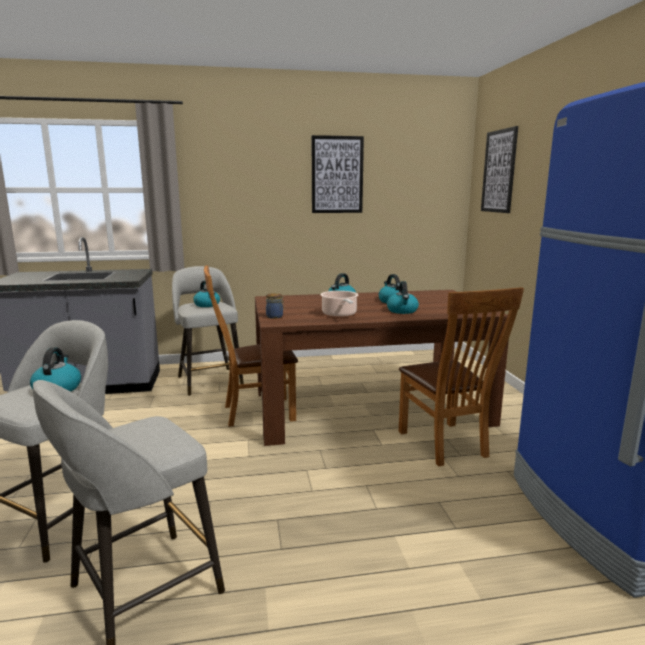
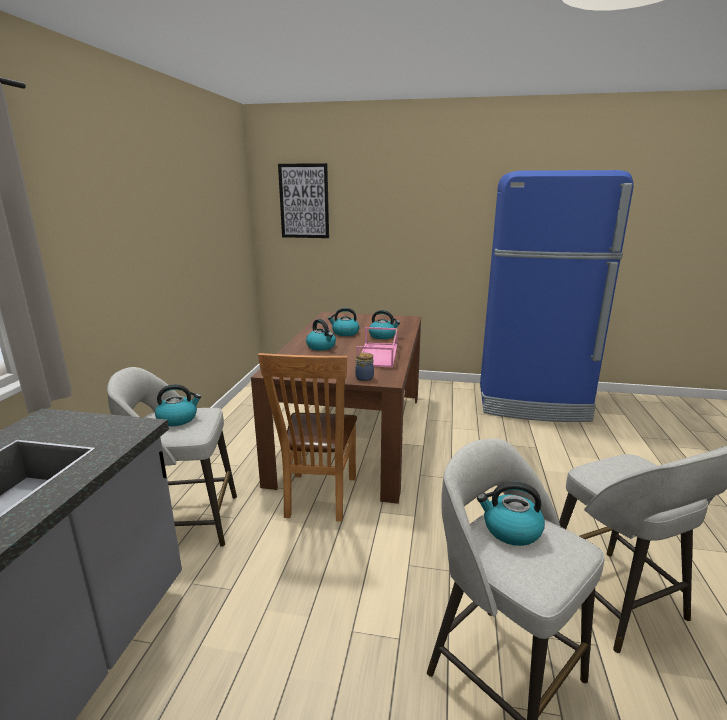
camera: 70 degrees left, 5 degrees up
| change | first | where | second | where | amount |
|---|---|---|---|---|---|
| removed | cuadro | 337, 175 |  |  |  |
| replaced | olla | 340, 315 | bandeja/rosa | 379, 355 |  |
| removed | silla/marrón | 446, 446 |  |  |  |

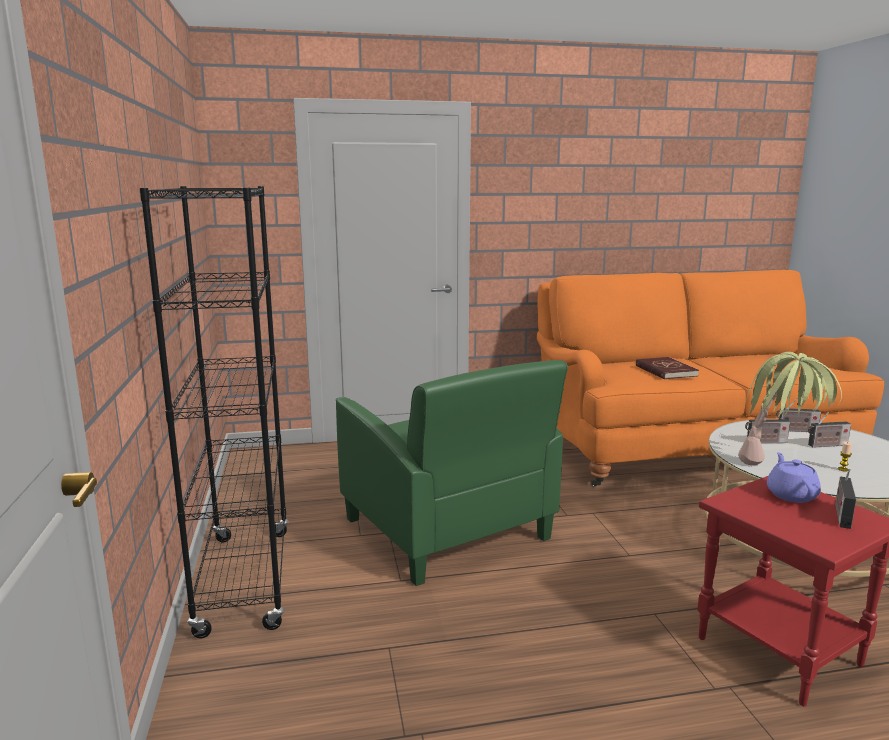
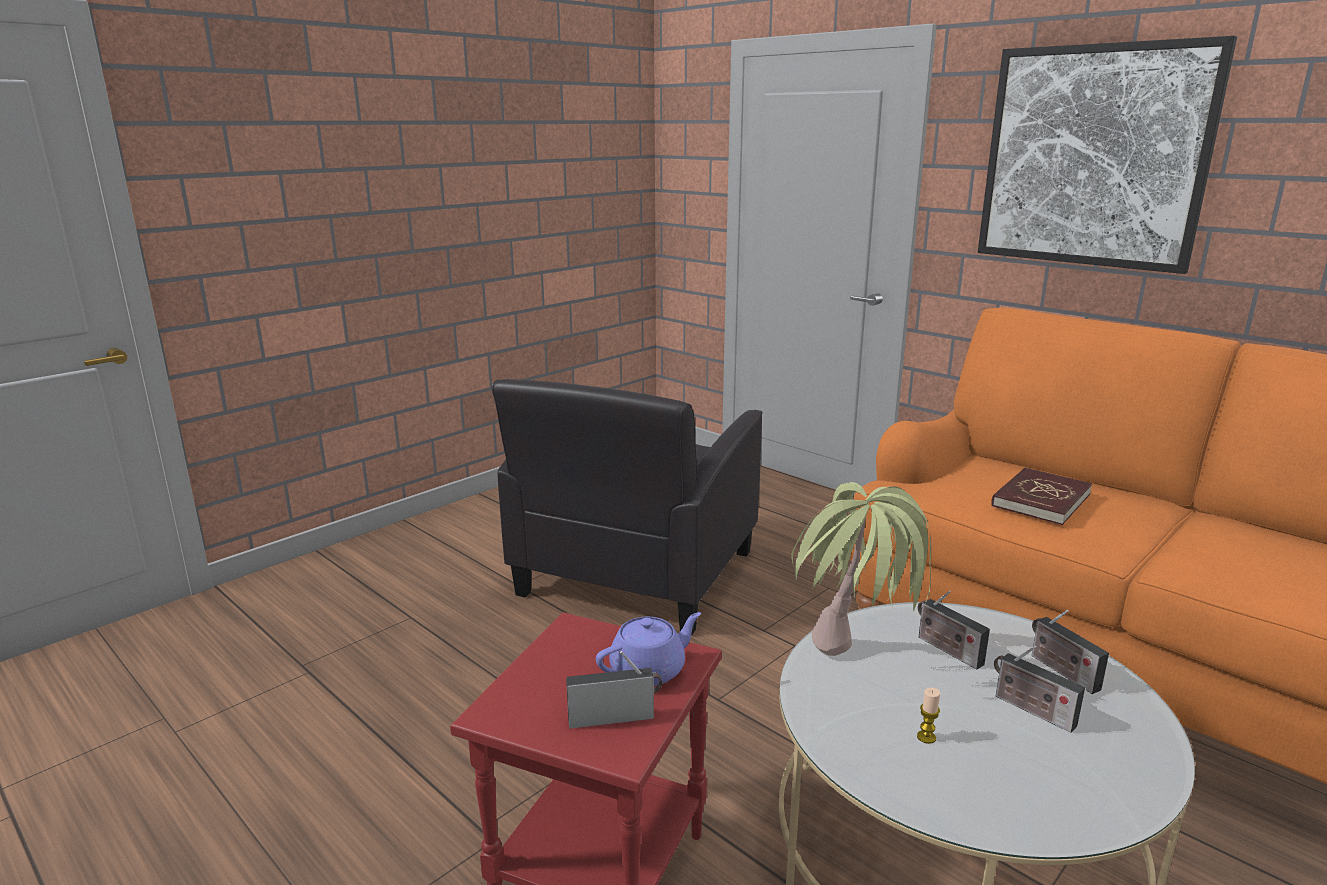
camera: 55 degrees right, 5 degrees up
| change | first | where | second | where | amount |
|---|---|---|---|---|---|
| removed | estantería/negro | 245, 580 |  |  |  |
| recoloured | sillón/verde | 447, 530 | sillón/negro | 635, 574 |  |
| added |  |  | cuadro | 1094, 157 |  |

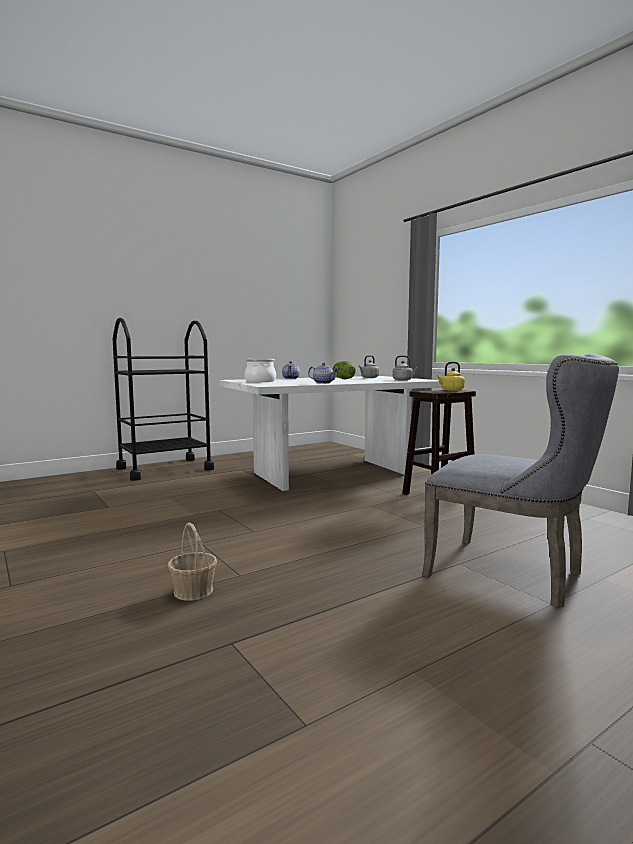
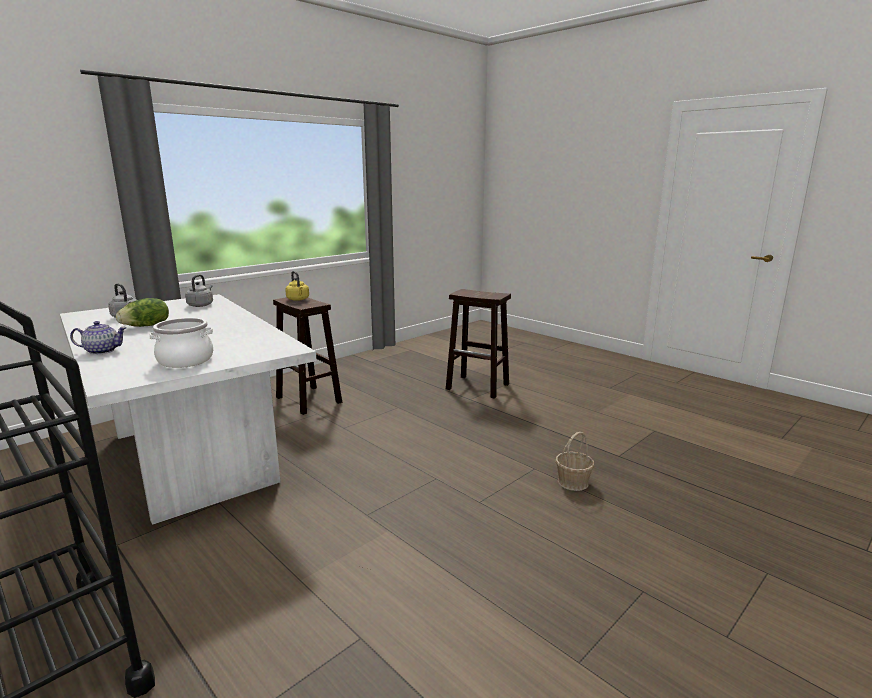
camera: 100 degrees left, 10 degrees up
| change | first | where | second | where | amount |
|---|---|---|---|---|---|
| removed | tetera | 323, 383 |  |  |  |
| replaced | silla/gris | 515, 574 | taburete/marrón | 478, 387 |  |

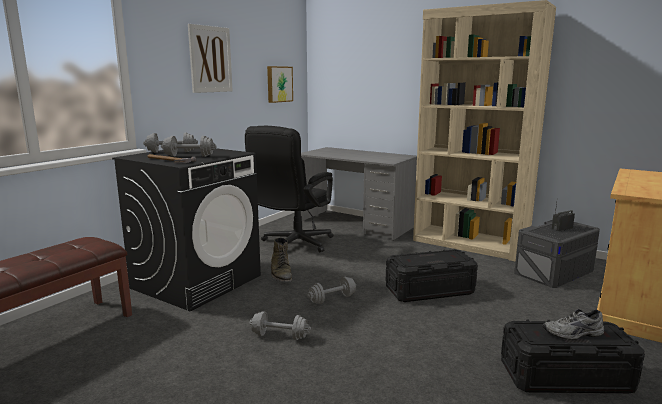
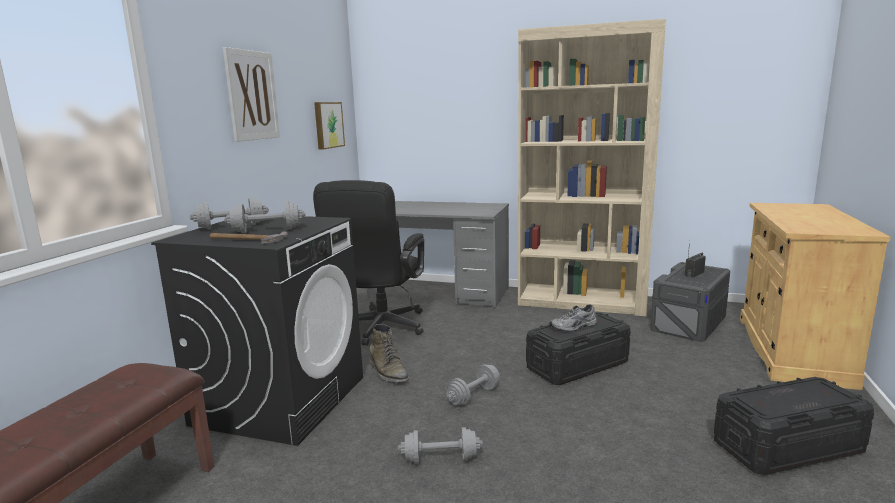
camera: 15 degrees left, 0 degrees up
| change | first | where | second | where | amount |
|---|---|---|---|---|---|
| moved | zapato/gris | 573, 334 |  | 574, 327 |  |

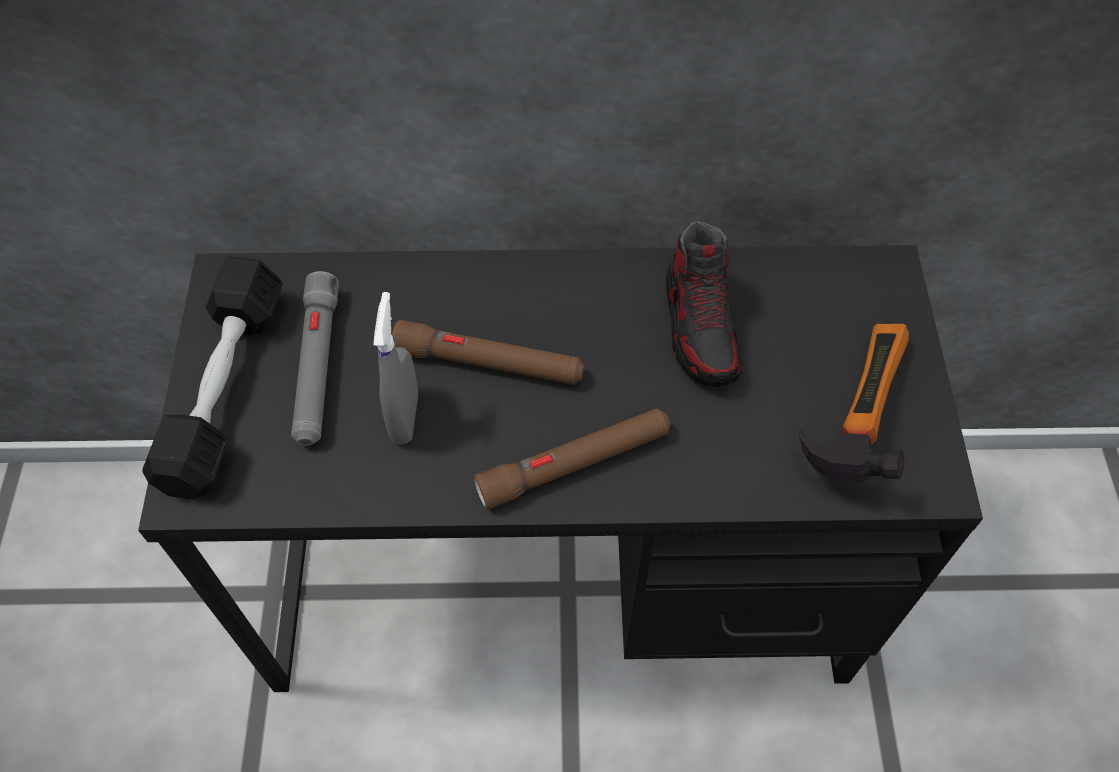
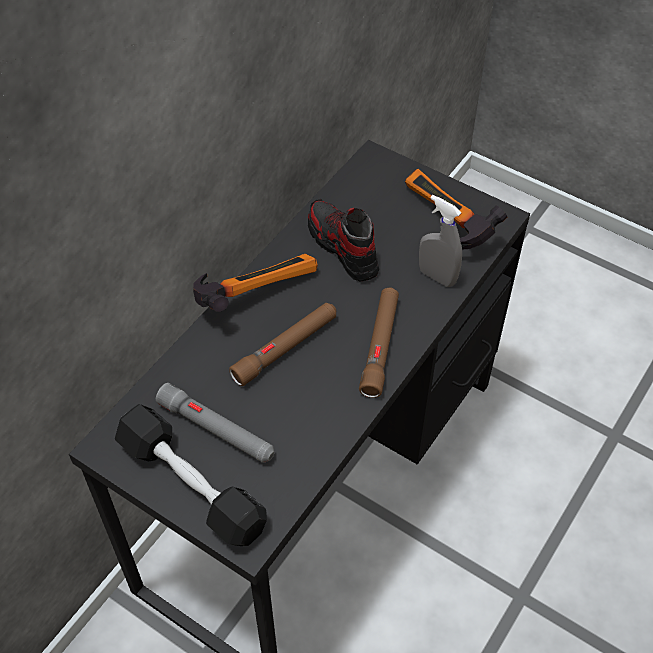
camera: 55 degrees left, 5 degrees down
| change | first | where | second | where | amount |
|---|---|---|---|---|---|
| moved | pulverizador/gris | 405, 418 |  | 437, 277 |  |
| turned | zapato | 700, 327 |  | 342, 248 | 150 degrees counterclockwise |
| added |  |  | martillo | 253, 290 |  |

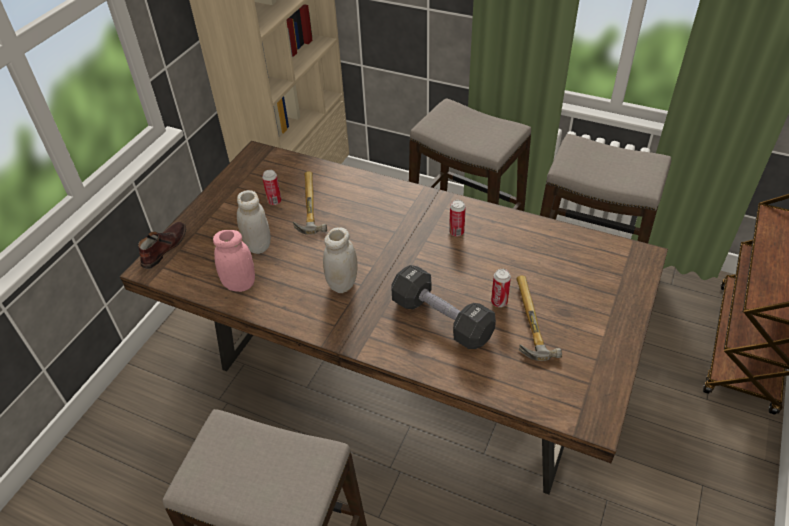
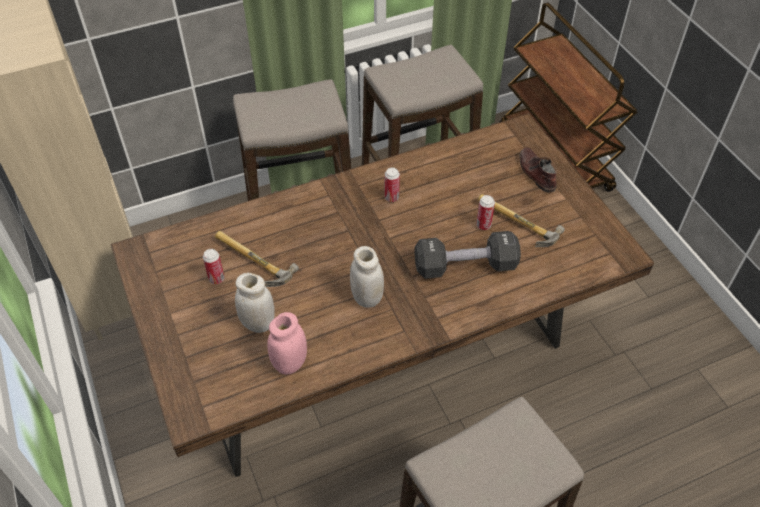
camera: 50 degrees left, 5 degrees up
| change | first | where | second | where | amount |
|---|---|---|---|---|---|
| moved | zapato/marrón | 164, 248 |  | 536, 173 |  |

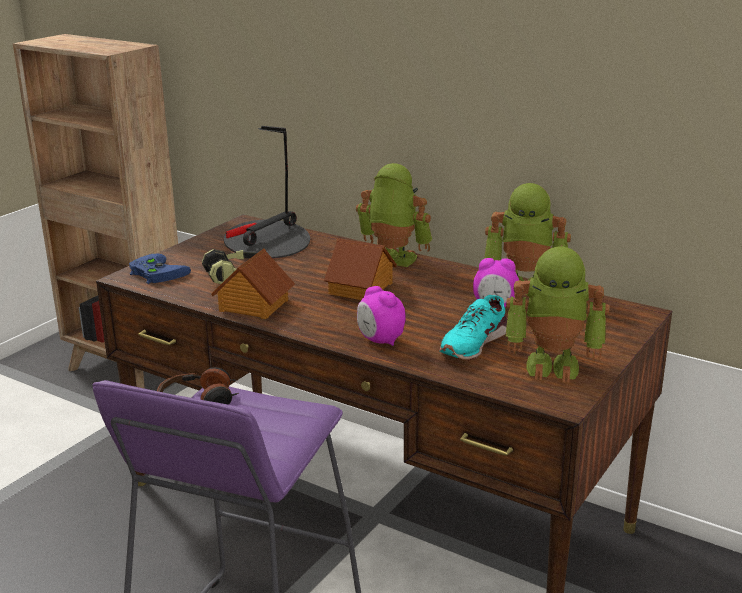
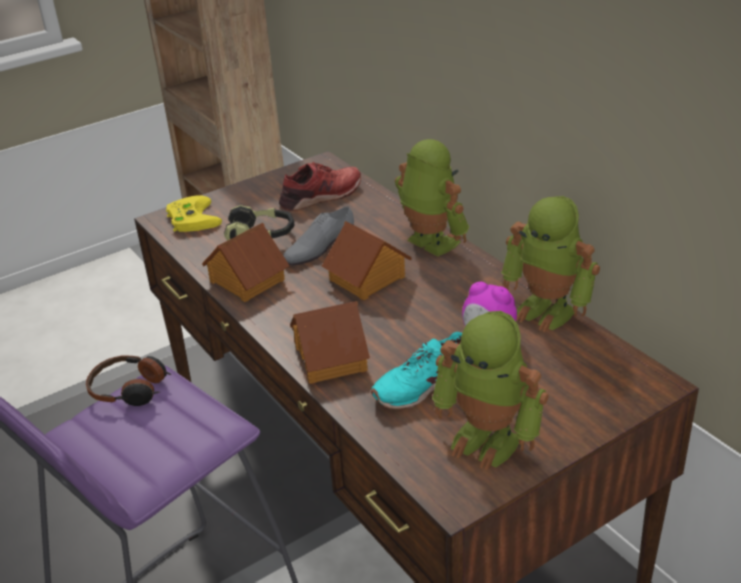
camera: 25 degrees right, 10 degrees up
| change | first | where | second | where | amount |
|---|---|---|---|---|---|
| recoloured | mando de consola/azul | 155, 273 | mando de consola/amarillo | 190, 218 |  |
| replaced | lámpara de mesa | 267, 243 | zapato/rojo | 321, 196 |  |
| replaced | despertador | 380, 340 | casita | 332, 358 |  |
| added |  |  | zapato/gris | 318, 247 |  |

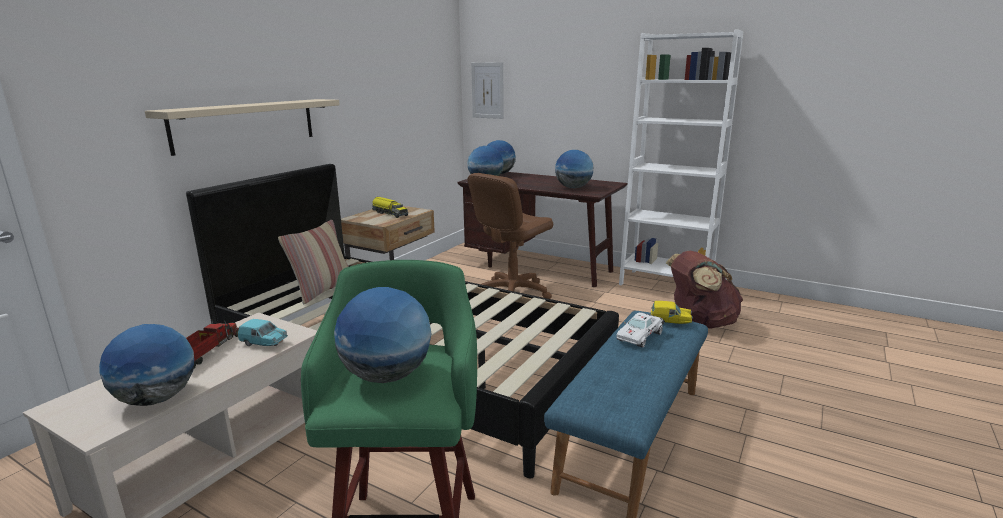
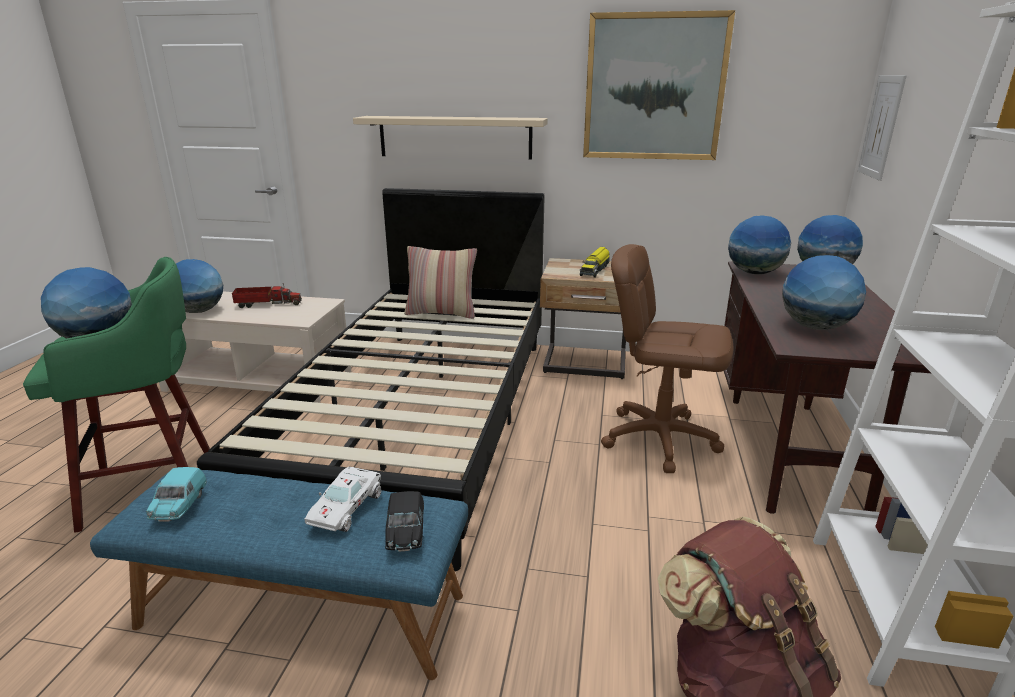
camera: 70 degrees right, 5 degrees up
| change | first | where | second | where | amount |
|---|---|---|---|---|---|
| moved | coche de juguete/turquesa | 264, 343 |  | 179, 507 |  |
| turned | coche de juguete/blanco | 639, 336 |  | 347, 507 | 90 degrees counterclockwise |
| recoloured | coche de juguete/amarillo | 670, 322 | coche de juguete/negro | 405, 534 |  |
| added |  |  | cuadro | 654, 88 |  |

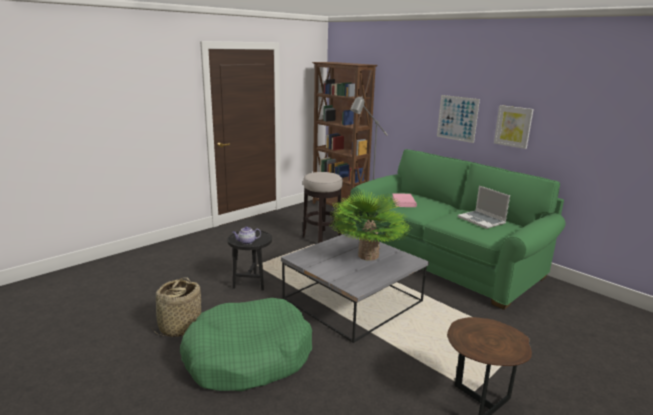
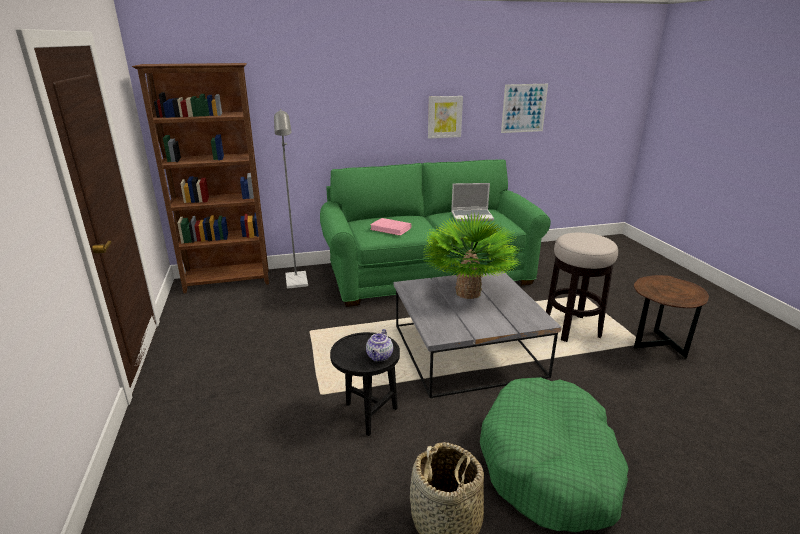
camera: 60 degrees left, 5 degrees up
| change | first | where | second | where | amount |
|---|---|---|---|---|---|
| moved | taburete | 321, 237 |  | 572, 328 |  |
| moved | cuadro | 457, 118 |  | 524, 108 |  |

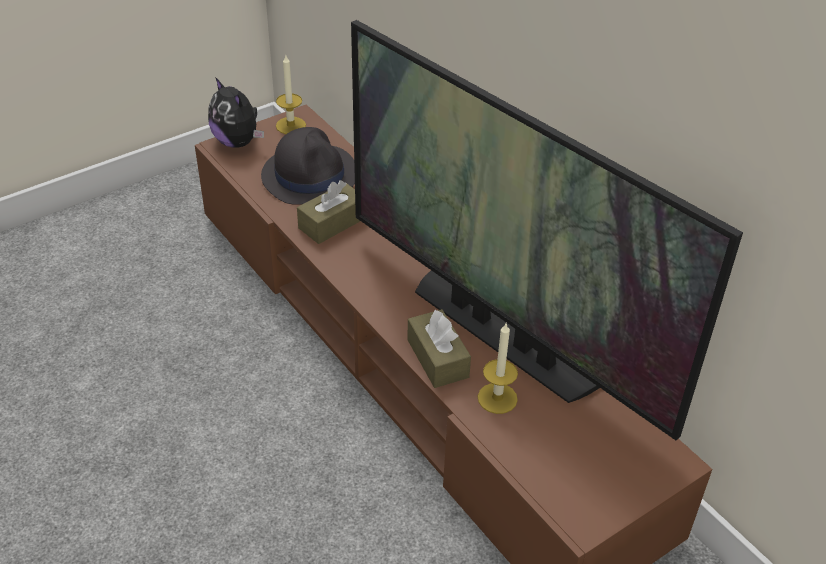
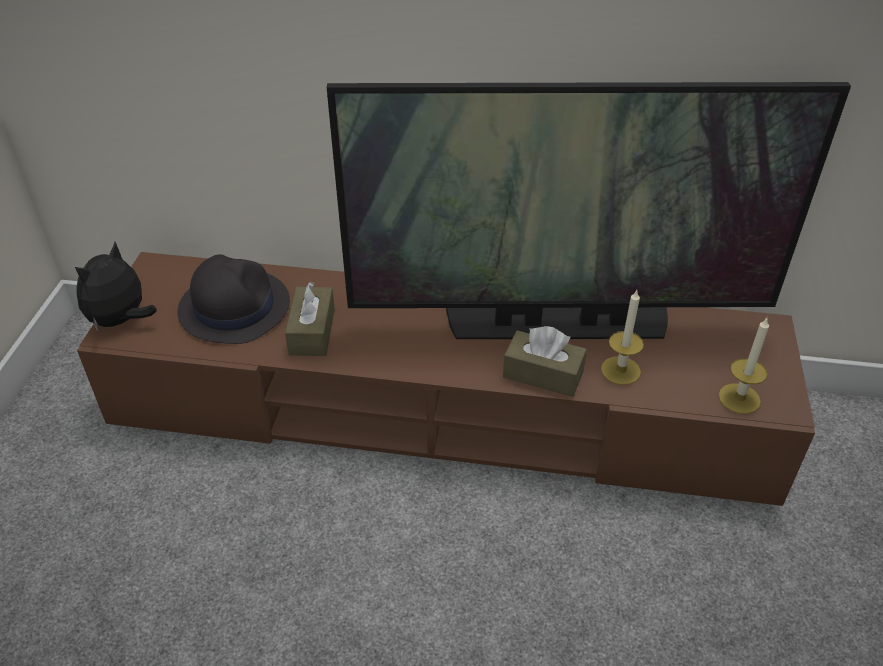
camera: 45 degrees left, 0 degrees up
| change | first | where | second | where | amount |
|---|---|---|---|---|---|
| turned | peluche | 238, 142 |  | 121, 321 | 120 degrees clockwise |
| moved | vela | 290, 125 |  | 739, 398 |  |

